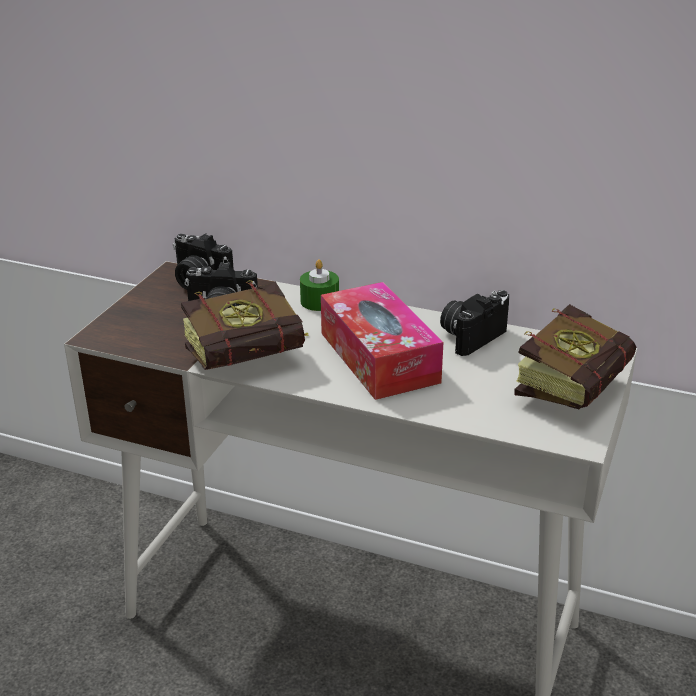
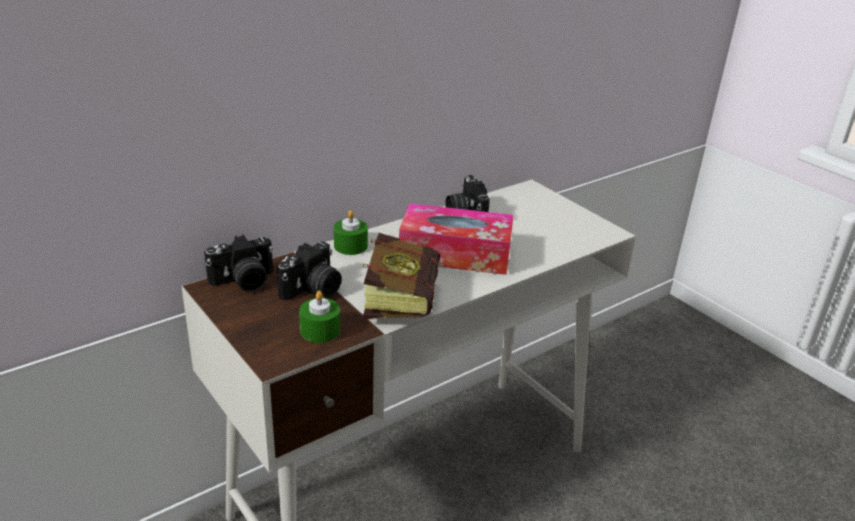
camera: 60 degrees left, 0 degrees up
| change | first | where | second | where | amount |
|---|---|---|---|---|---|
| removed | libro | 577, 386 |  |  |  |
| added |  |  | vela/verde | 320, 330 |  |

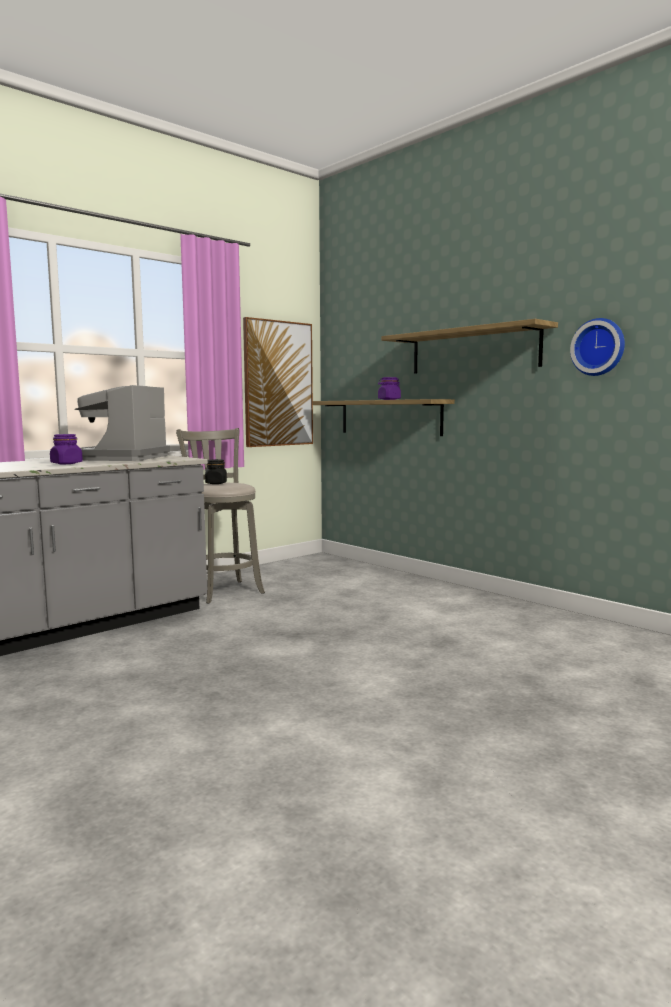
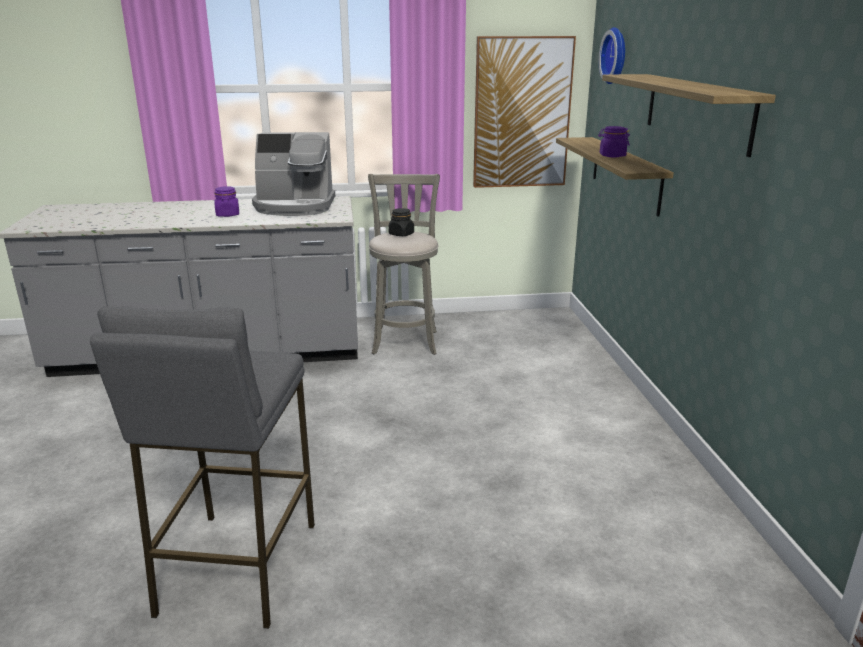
camera: 35 degrees right, 15 degrees up
| change | first | where | second | where | amount |
|---|---|---|---|---|---|
| turned | cafetera | 122, 458 |  | 295, 207 | 135 degrees counterclockwise |
| moved | reloj de pared | 599, 347 |  | 616, 56 |  |
| added |  |  | taburete/gris | 236, 567 |  |

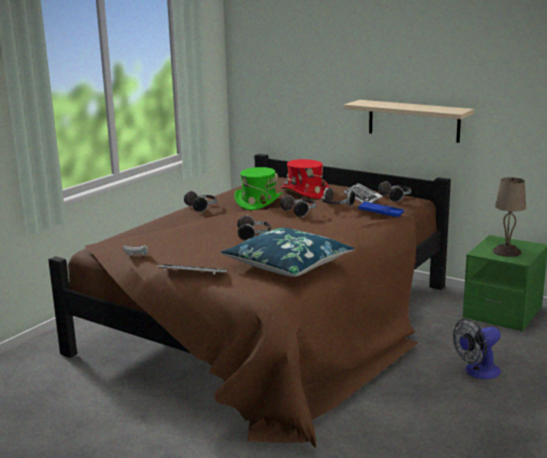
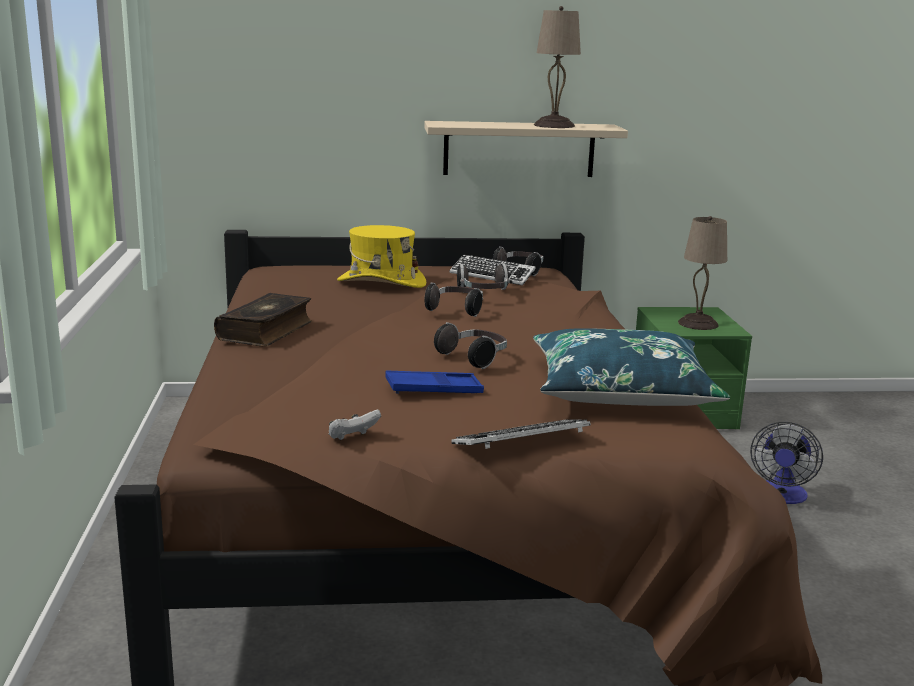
camera: 40 degrees left, 0 degrees up
| change | first | where | second | where | amount |
|---|---|---|---|---|---|
| replaced | auriculares | 202, 208 | libro | 267, 331 |  |
| removed | sombrero/verde | 258, 202 |  |  |  |
| recoloured | sombrero/rojo | 304, 193 | sombrero/amarillo | 381, 282 |  |
| moved | bandeja/azul | 380, 213 |  | 434, 389 |  |
| added |  |  | lámpara de mesa/beis | 554, 125 |  |

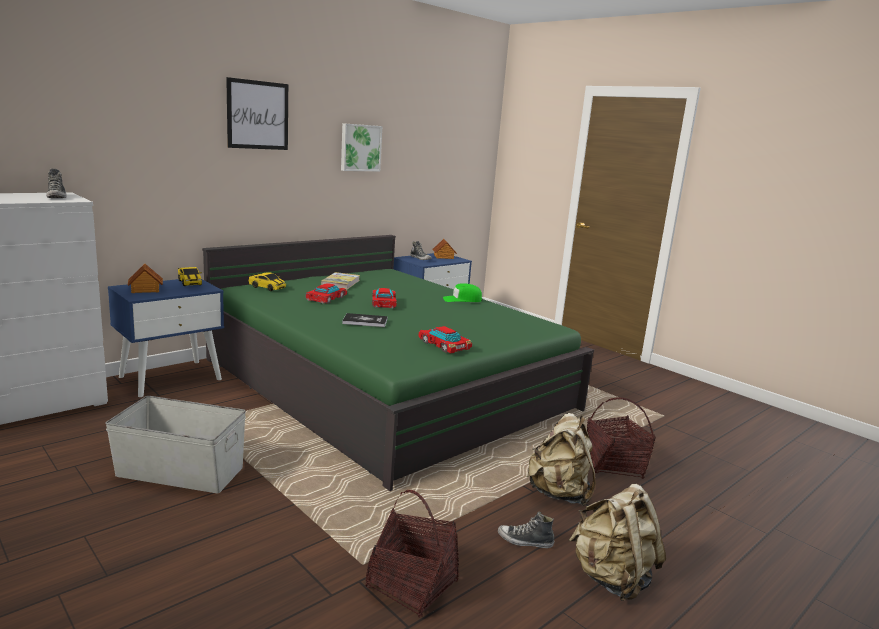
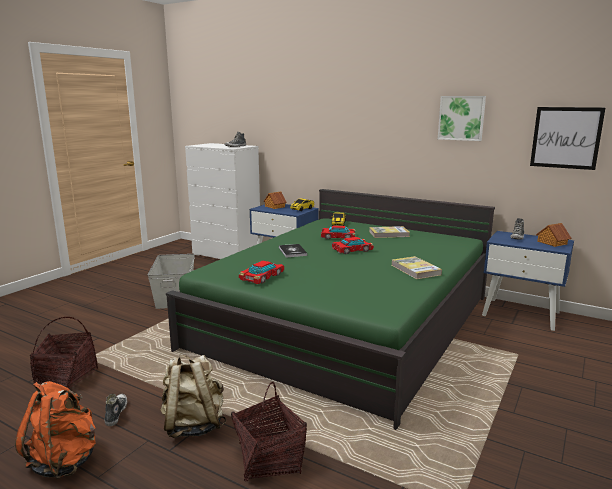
camera: 75 degrees right, 0 degrees up
| change | first | where | second | where | amount |
|---|---|---|---|---|---|
| moved | cuadro | 258, 115 |  | 566, 138 |  |
| replaced | gorra/verde | 462, 300 | libro | 415, 270 |  |
| recoloured | mochila/beis | 611, 578 | mochila/naranja | 64, 461 |  |

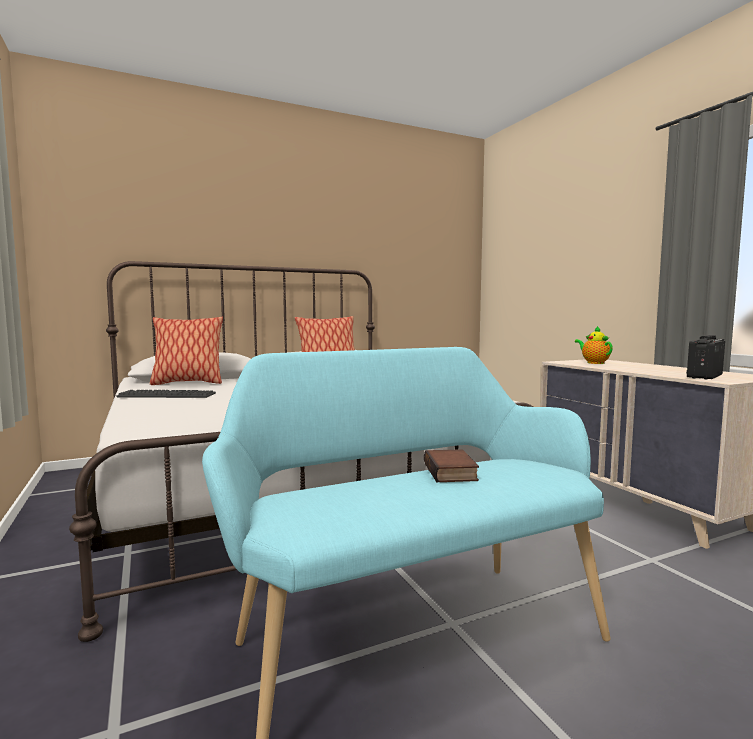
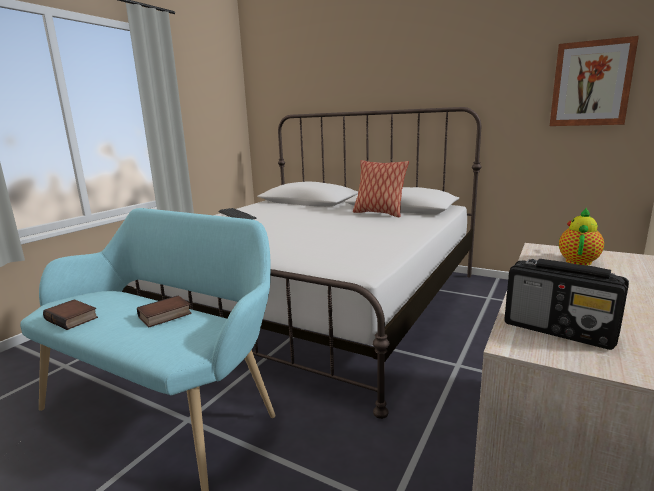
camera: 55 degrees right, 10 degrees up
| change | first | where | second | where | amount |
|---|---|---|---|---|---|
| removed | cojín | 188, 383 |  |  |  |
| turned | radio | 704, 376 |  | 559, 330 | 150 degrees counterclockwise |
| added |  |  | libro | 73, 318 |  |
| added |  |  | cuadro | 591, 84 |  |

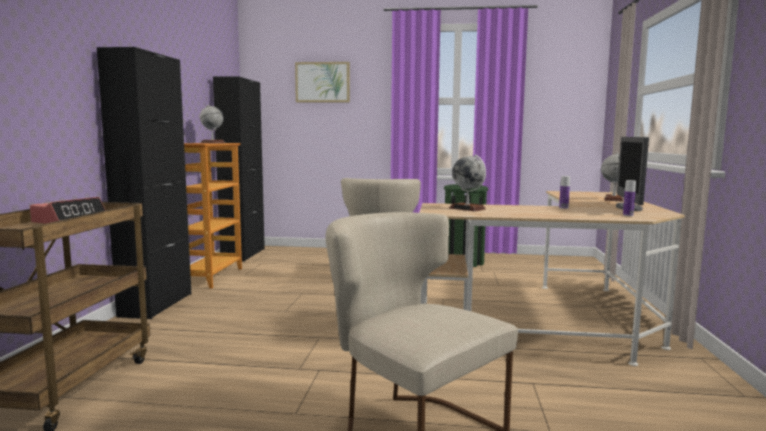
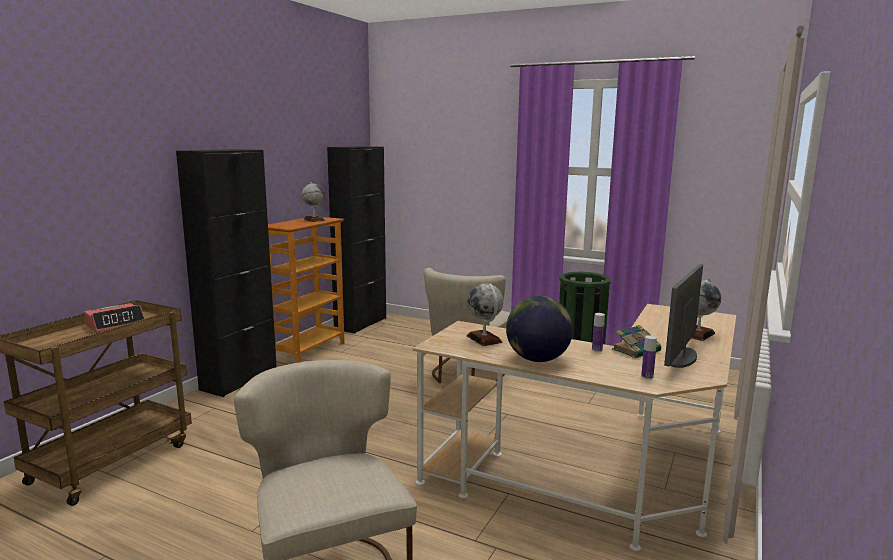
camera: 20 degrees right, 5 degrees up
| change | first | where | second | where | amount |
|---|---|---|---|---|---|
| removed | cuadro | 322, 82 |  |  |  |
| added |  |  | globo terráqueo | 537, 359 |  |
| added |  |  | libro | 637, 350 |  |

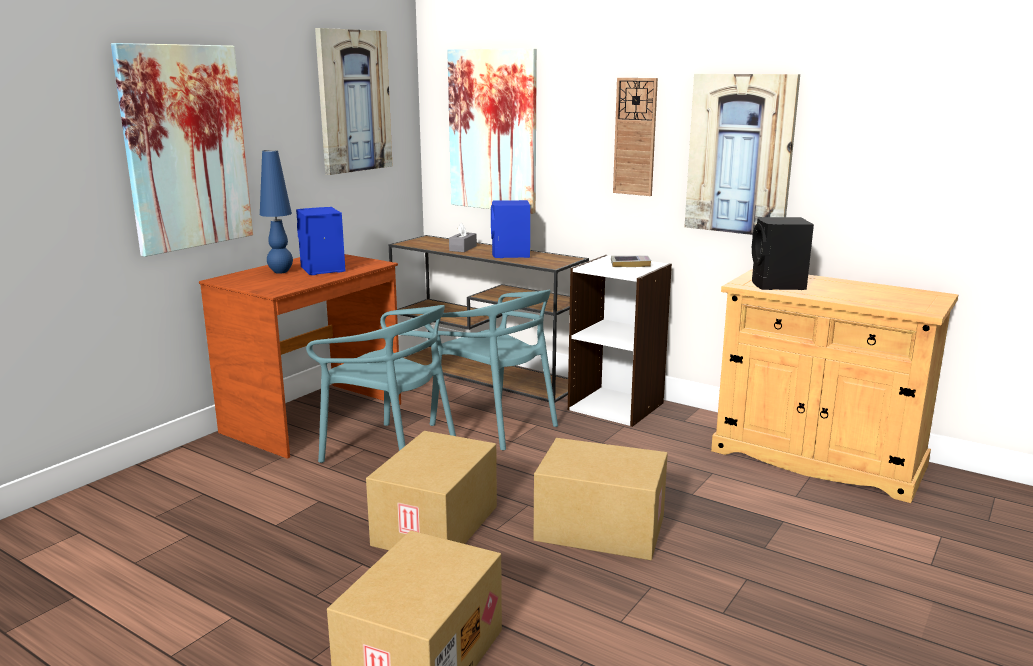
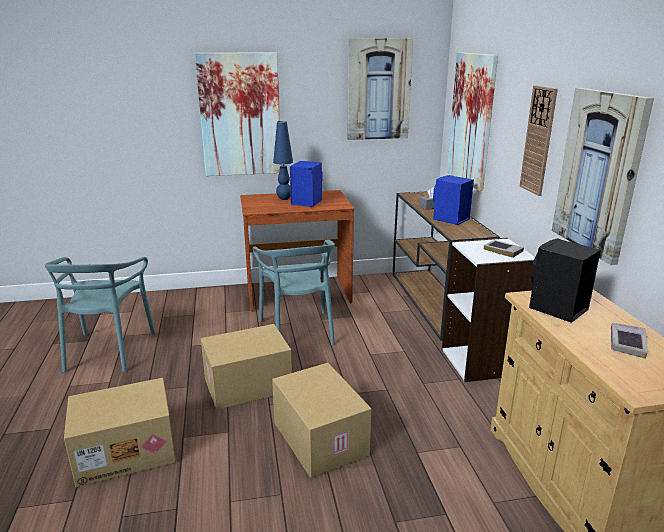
camera: 45 degrees right, 5 degrees up
| change | first | where | second | where | amount |
|---|---|---|---|---|---|
| moved | silla/turquesa | 495, 423 |  | 108, 351 |  |
| added |  |  | libro | 627, 343 |  |

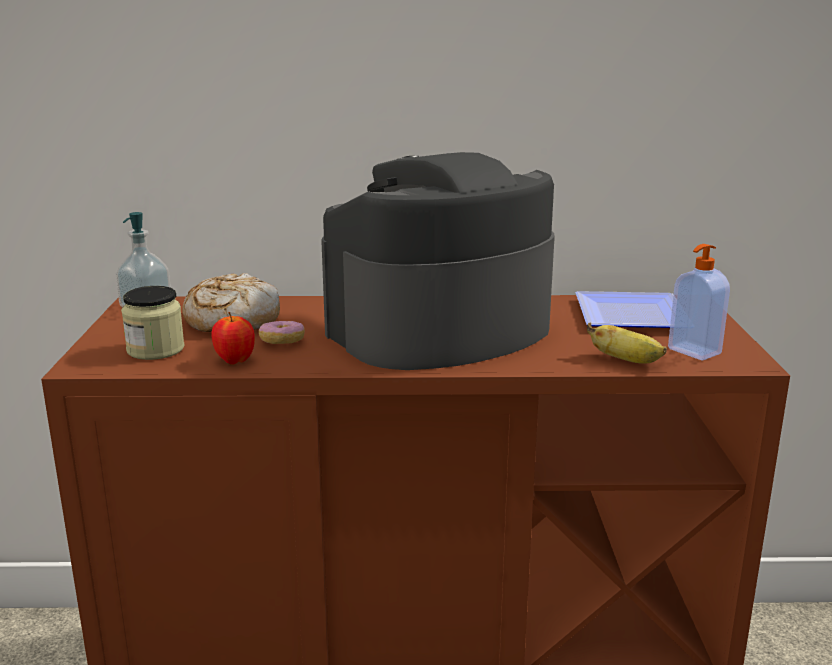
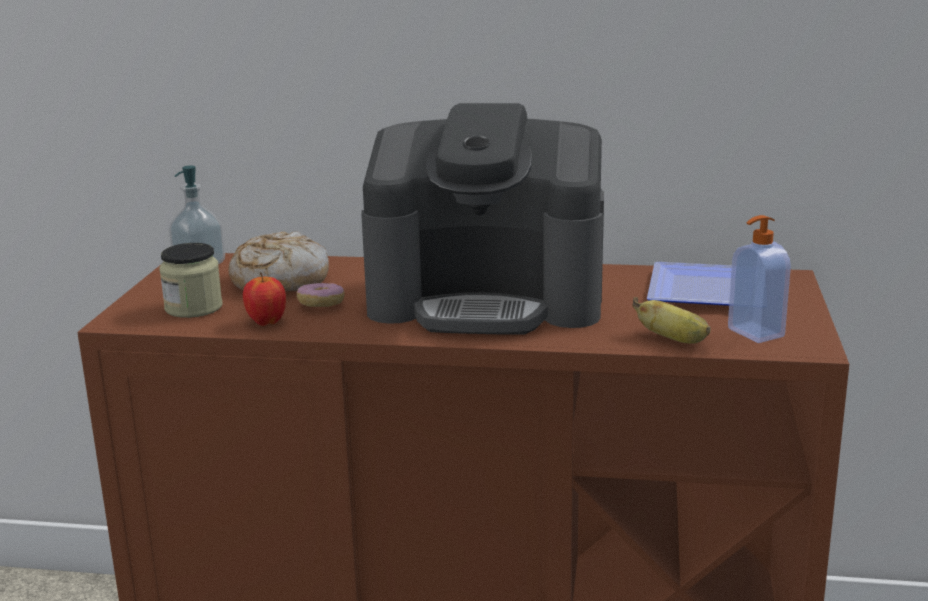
camera: 10 degrees right, 0 degrees up
| change | first | where | second | where | amount |
|---|---|---|---|---|---|
| turned | cafetera | 439, 330 |  | 488, 299 | 150 degrees counterclockwise |

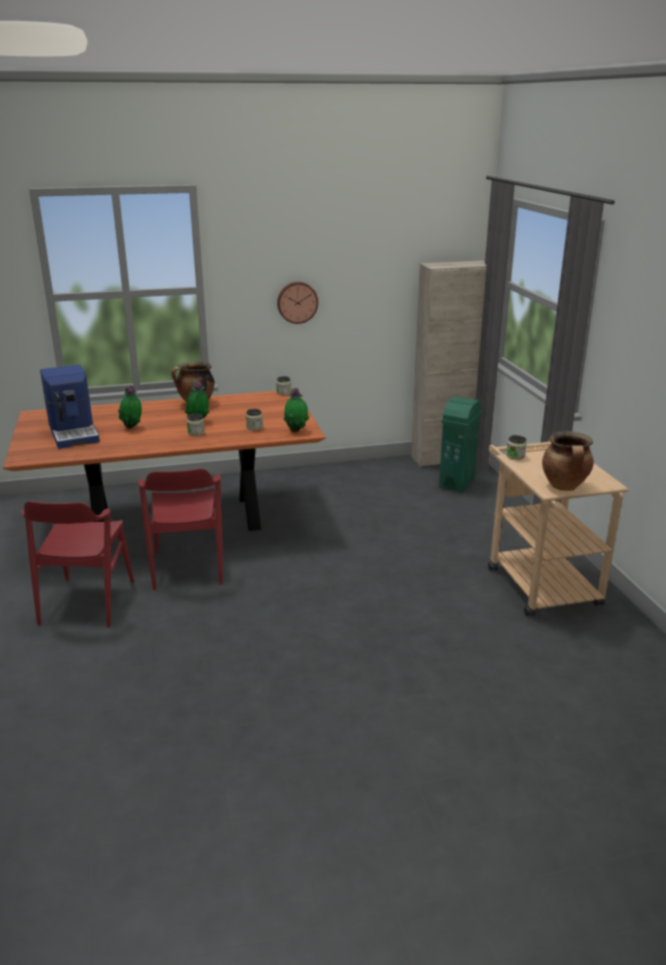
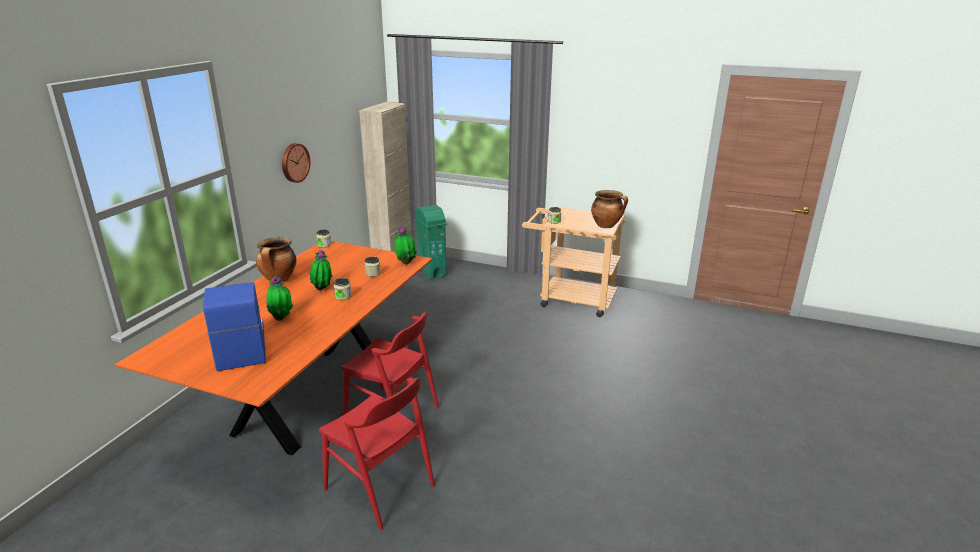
camera: 55 degrees left, 0 degrees up
| change | first | where | second | where | amount |
|---|---|---|---|---|---|
| turned | cafetera | 74, 433 |  | 240, 348 | 120 degrees counterclockwise |

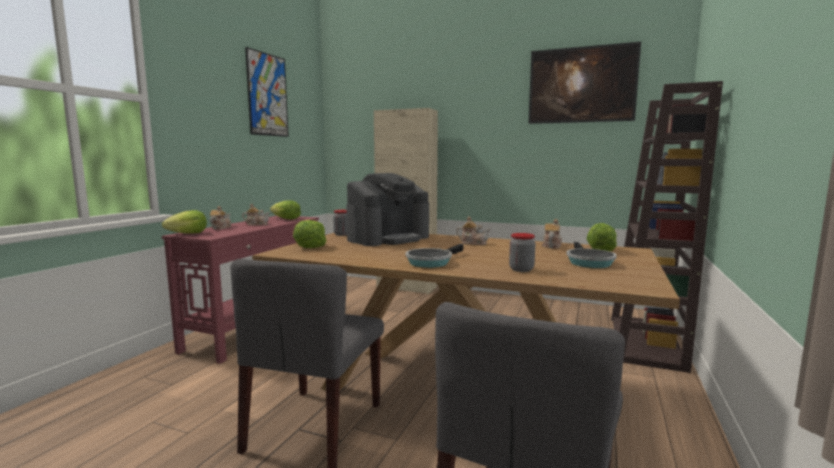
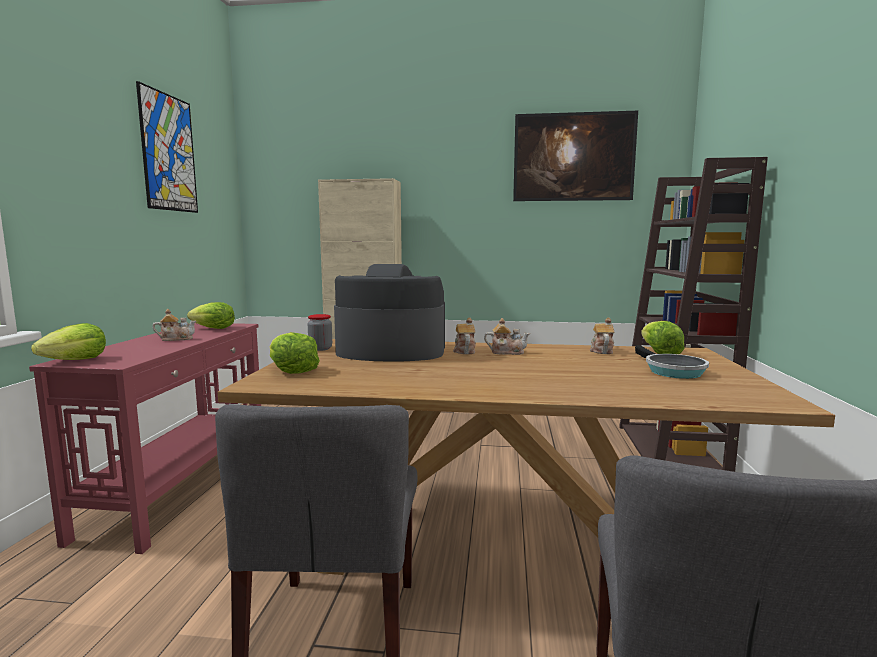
camera: 15 degrees left, 0 degrees up
| change | first | where | second | where | amount |
|---|---|---|---|---|---|
| moved | tetera | 220, 228 |  | 464, 351 |  |
| turned | cafetera | 388, 238 |  | 390, 351 | 120 degrees counterclockwise |
| removed | sartén | 431, 262 |  |  |  |
| removed | tarro | 521, 269 |  |  |  |

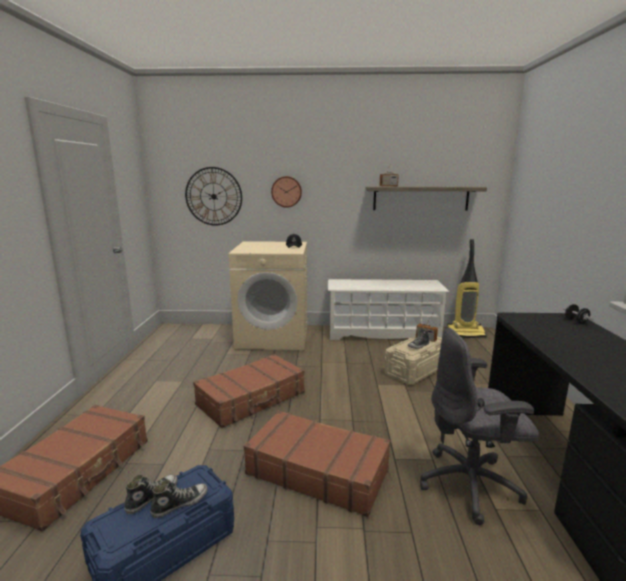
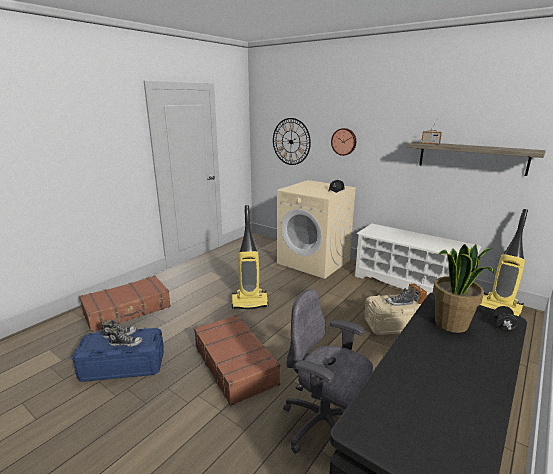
camera: 35 degrees right, 5 degrees up
| change | first | where | second | where | amount |
|---|---|---|---|---|---|
| replaced | maleta/marrón | 252, 399 | aspiradora | 250, 302 |  |
| added |  |  | planta en maceta | 451, 324 |  |

